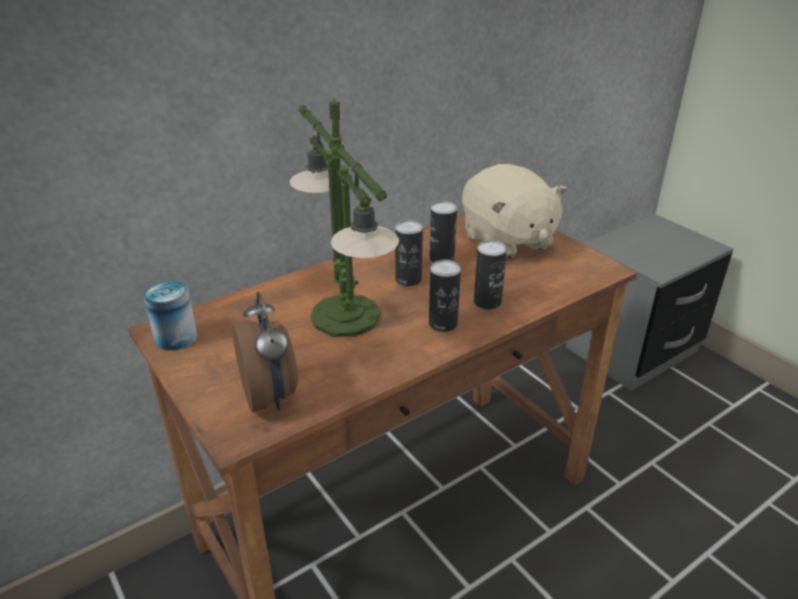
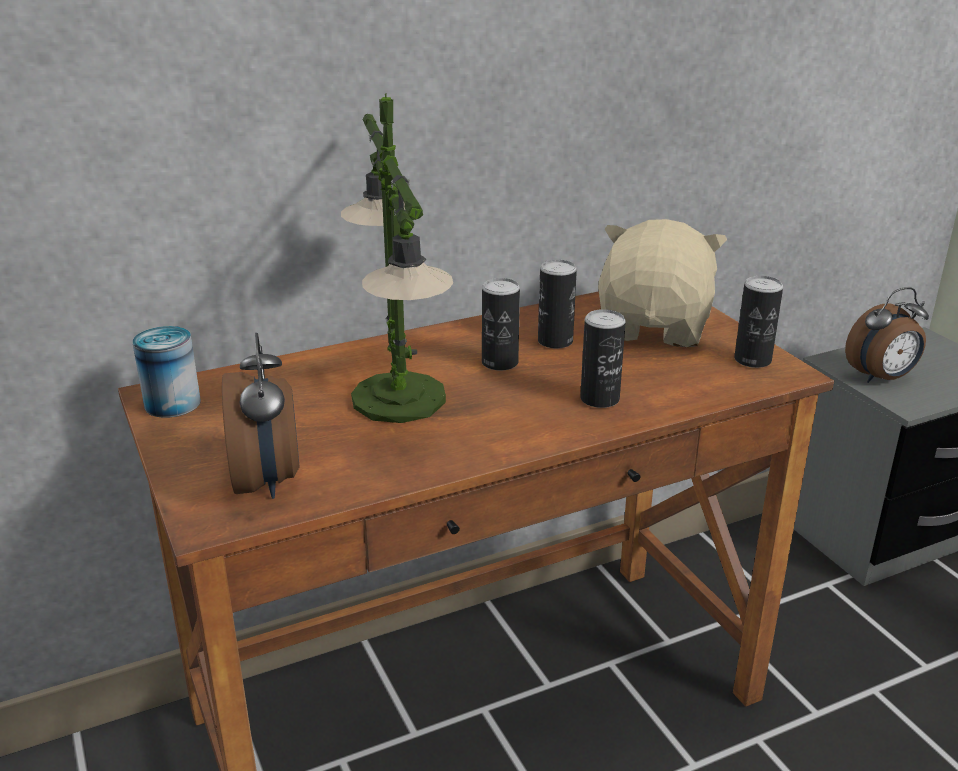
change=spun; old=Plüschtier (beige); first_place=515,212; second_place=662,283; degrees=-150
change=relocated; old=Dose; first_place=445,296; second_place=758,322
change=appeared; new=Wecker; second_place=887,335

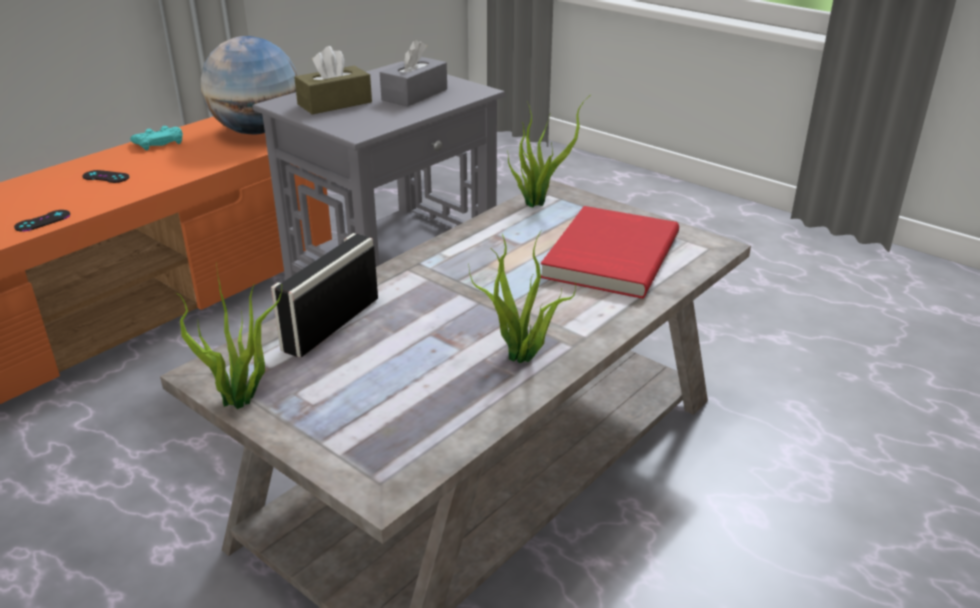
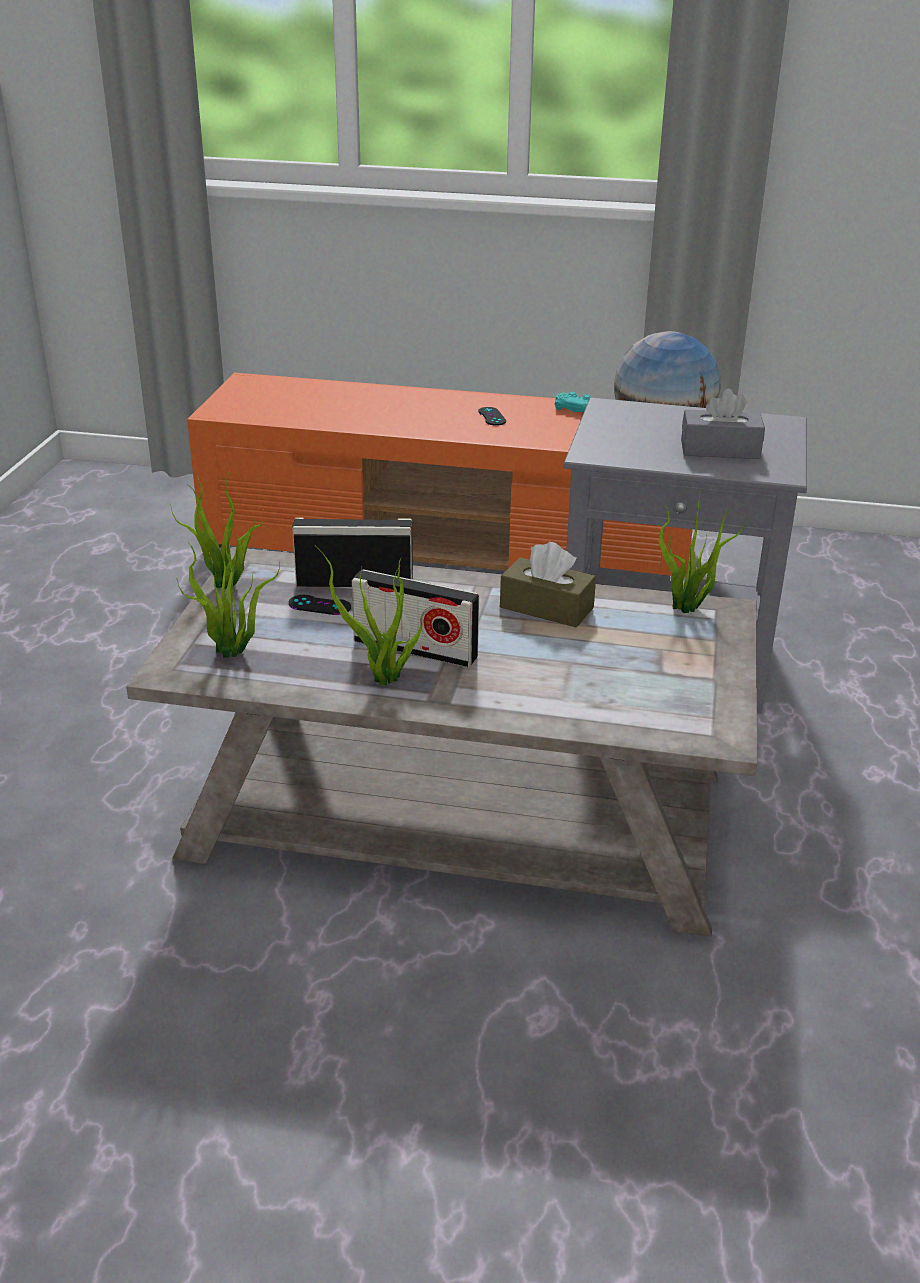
change=appeared; new=Topfpflanze; second_place=228,592
change=relocated; old=Gamepad (schwarz); first_place=42,221; second_place=320,605
change=appeared; new=Radio; second_place=415,618
change=relocated; old=Taschentuchbox (braun); first_place=333,80; second_place=548,584
change=missing; old=Buch (rot); first_place=610,252

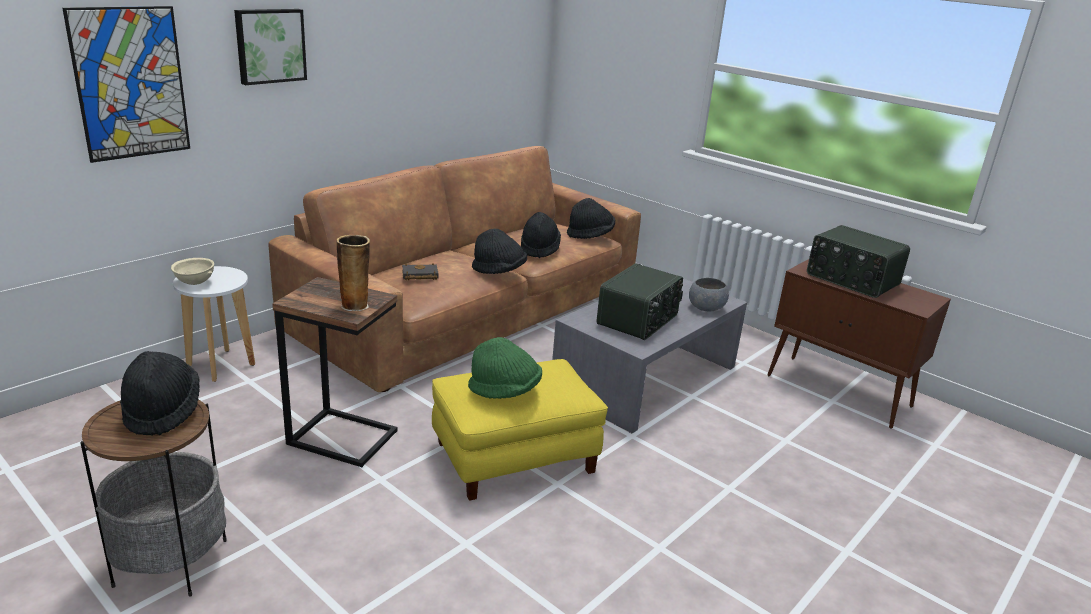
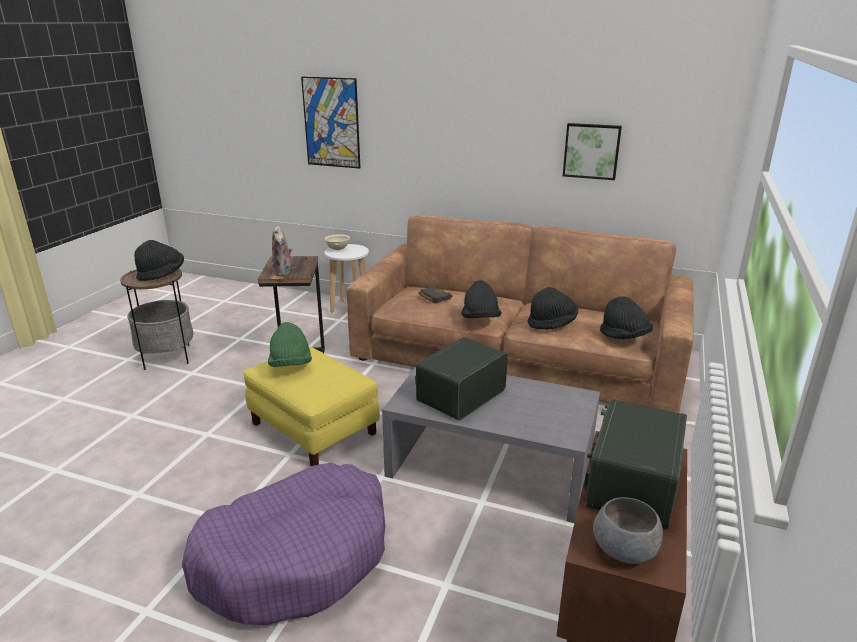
change=appeared; new=Hundebett (lila); second_place=283,544
change=exchanged; old=Vase; new=Plüschtier; first_place=353,273; second_place=282,251
change=spun; old=Radio; first_place=639,301; second_place=461,379; degrees=120
change=relocated; old=Bild; first_place=270,47; second_place=592,151
change=relocated; old=Schüssel (grau); first_place=709,294; second_place=628,530

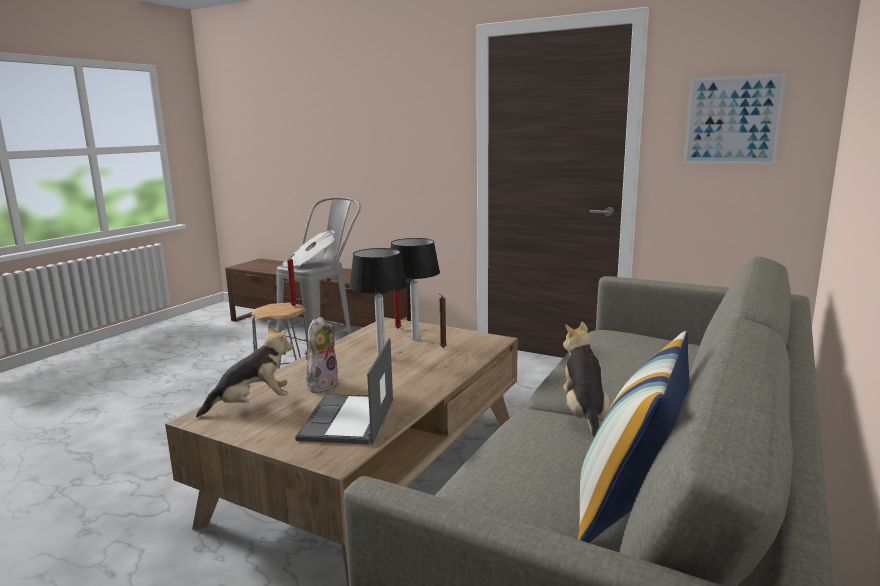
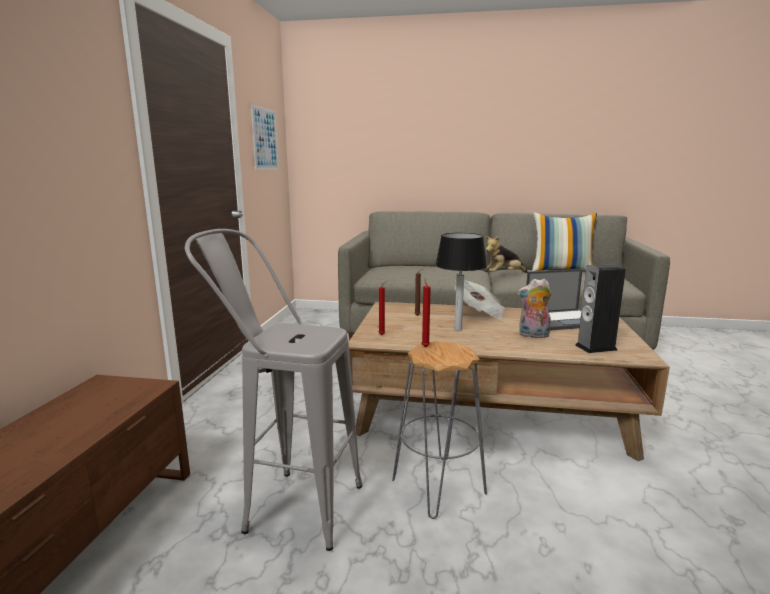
change=relocated; old=Zeitung; first_place=308,248; second_place=479,299
change=exchanged; old=Plüschtier; new=Lautsprecher; first_place=244,371; second_place=600,308
change=missing; old=Tischlampe; first_place=415,289

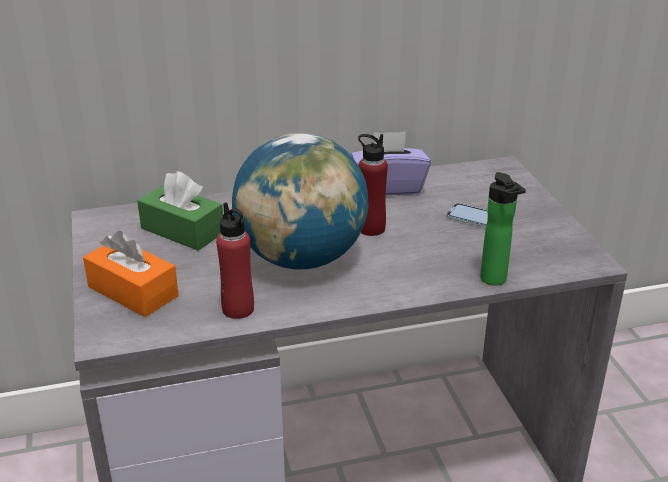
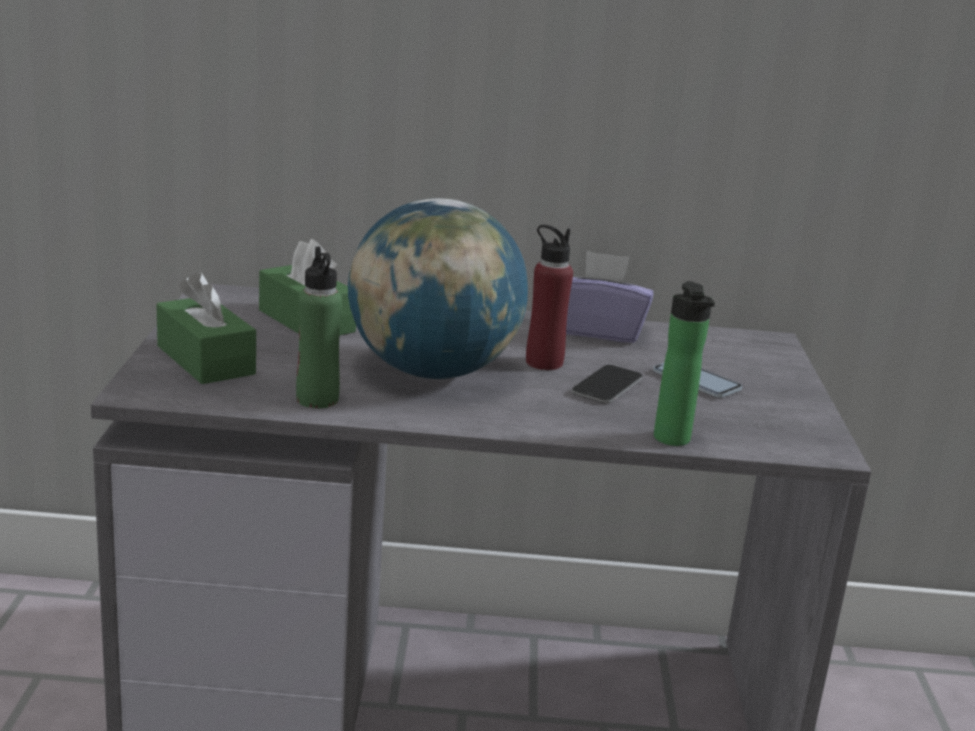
change=colour; old=Taschentuchbox (orange); new=Taschentuchbox (grün); first_place=131,274; second_place=206,328
change=colour; old=Flasche (rot); new=Flasche (grün); first_place=235,261; second_place=319,327
change=appeared; new=Handy; second_place=607,384

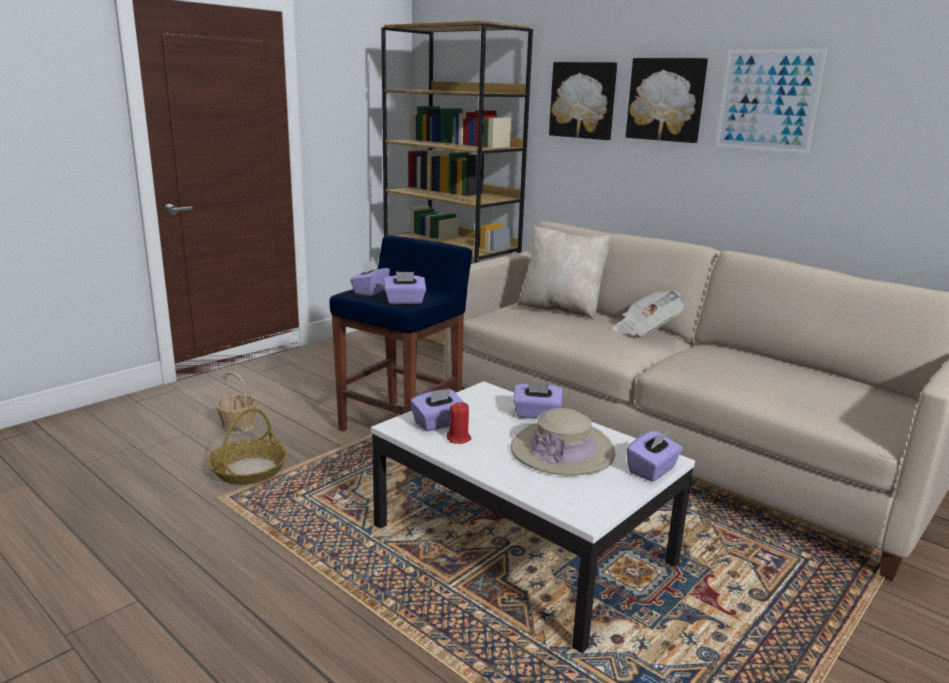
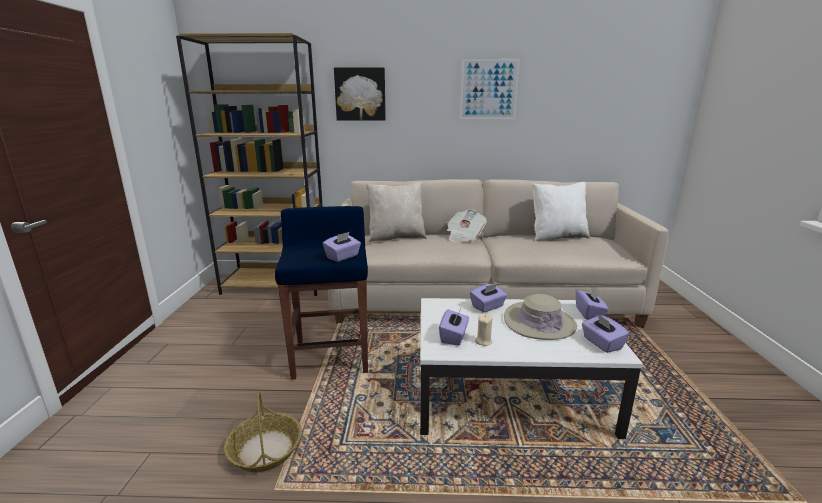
change=colour; old=Kerze (rot); new=Kerze (beige); first_place=459,423; second_place=484,330
change=appeared; new=Kissen (weiß); second_place=561,211
change=relocated; old=Taschentuchbox (lila); first_place=370,278; second_place=606,333
change=missing; old=Korb; first_place=236,402
change=missing; old=Bild; first_place=667,100

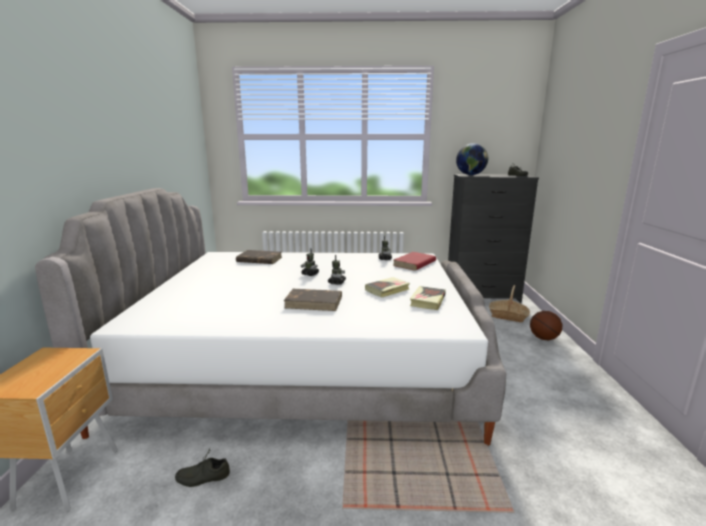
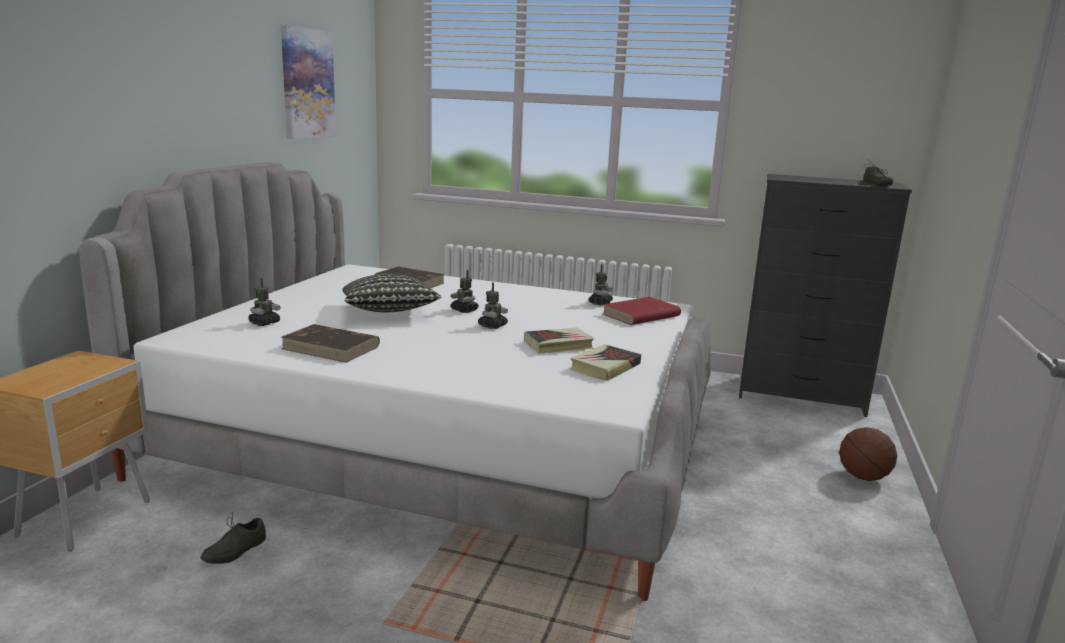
change=spun; old=Schuh (grau); first_place=202,468; second_place=233,538; degrees=-60
change=appeared; new=Spielzeugroboter; second_place=264,302
change=appeared; new=Bild; second_place=308,82
change=relocated; old=Buch (braun); first_place=312,300; second_place=330,343
change=appeared; new=Kissen; second_place=391,293
change=missing; old=Globus; first_place=472,159
change=missing; old=Korb; first_place=509,303

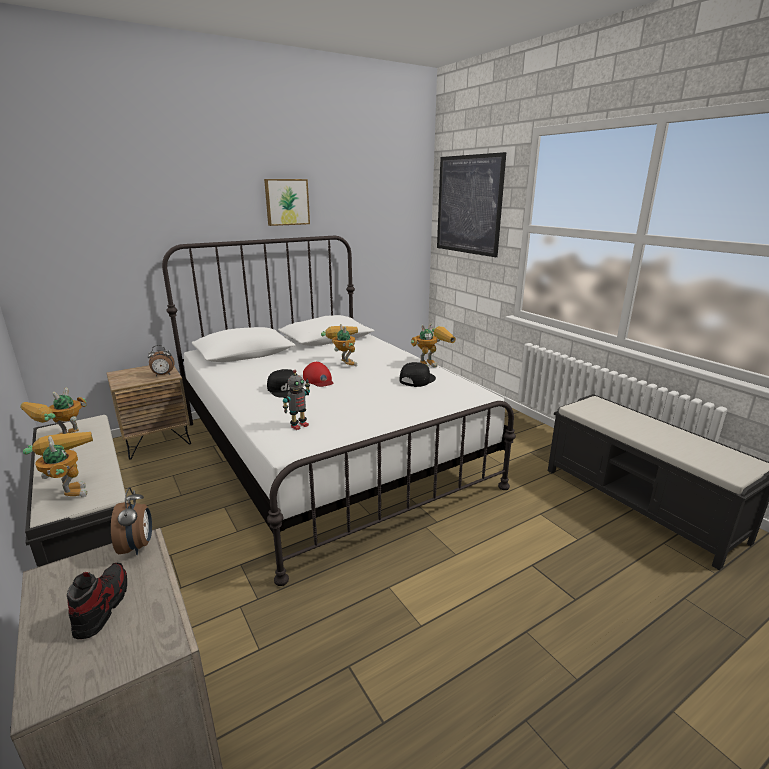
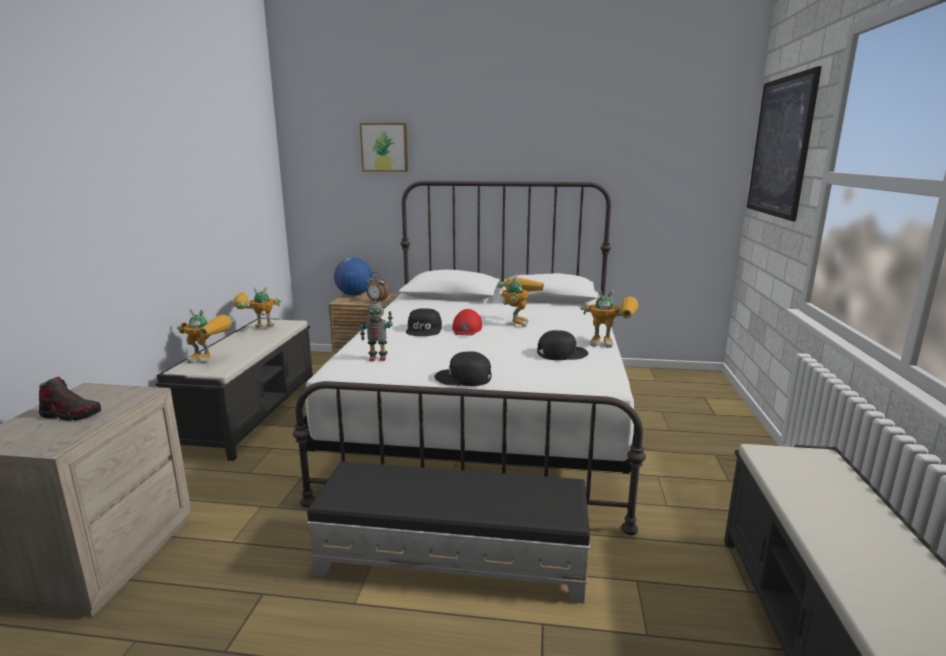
change=spun; old=Schuh; first_place=97,601; second_place=70,398; degrees=60
change=spun; old=Spielzeugroboter; first_place=58,464; second_place=205,336; degrees=90
change=appeared; new=Polsterhocker (schwarz); second_place=448,532
change=appeared; new=Globus; second_place=353,277
change=relocated; old=Bild; first_place=287,202; second_place=384,147
change=appeared; new=Kappe (schwarz); second_place=462,368
change=missing; old=Wecker; first_place=131,521

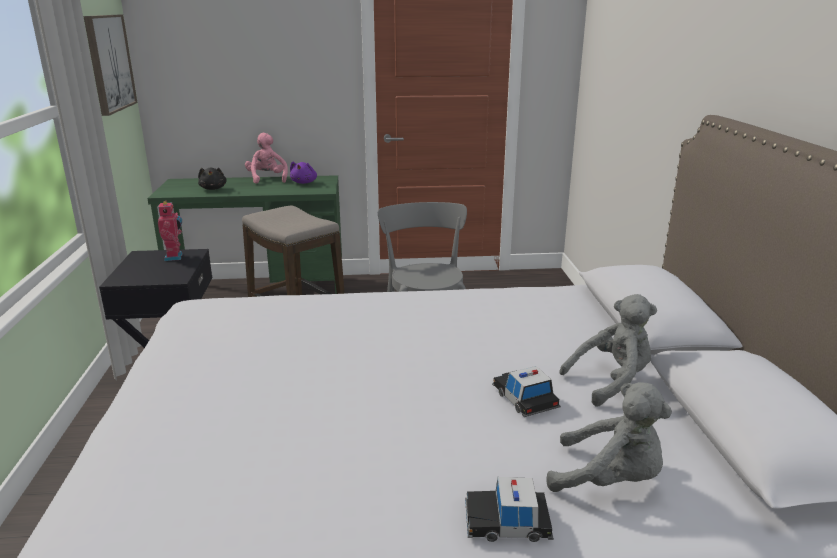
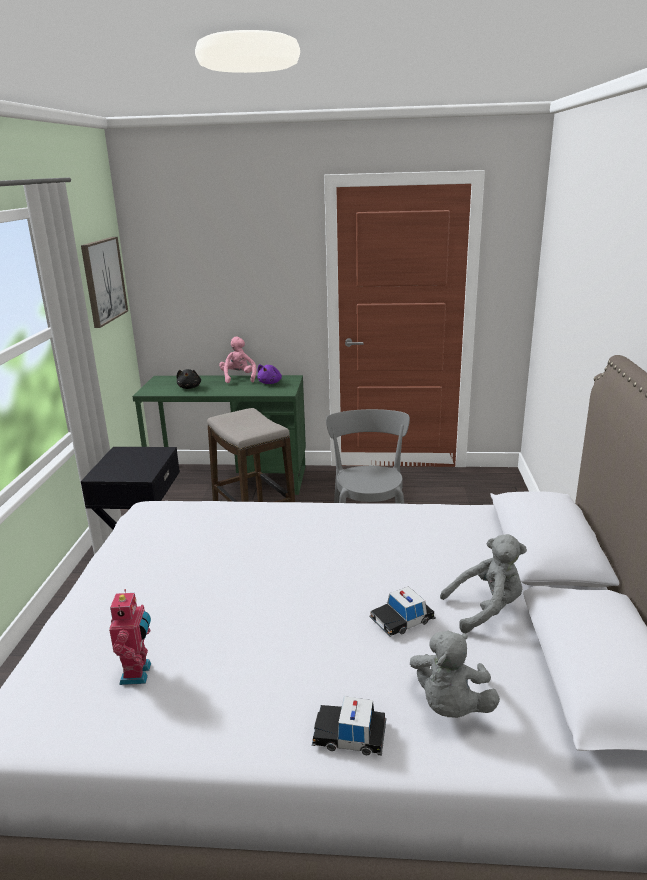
change=relocated; old=Spielzeugroboter; first_place=170,230; second_place=130,637
change=spun; old=Spielzeugauto; first_place=526,391; second_place=402,611; degrees=-105
change=spun; old=Plüschtier (grau); first_place=609,437; second_place=455,674; degrees=75

